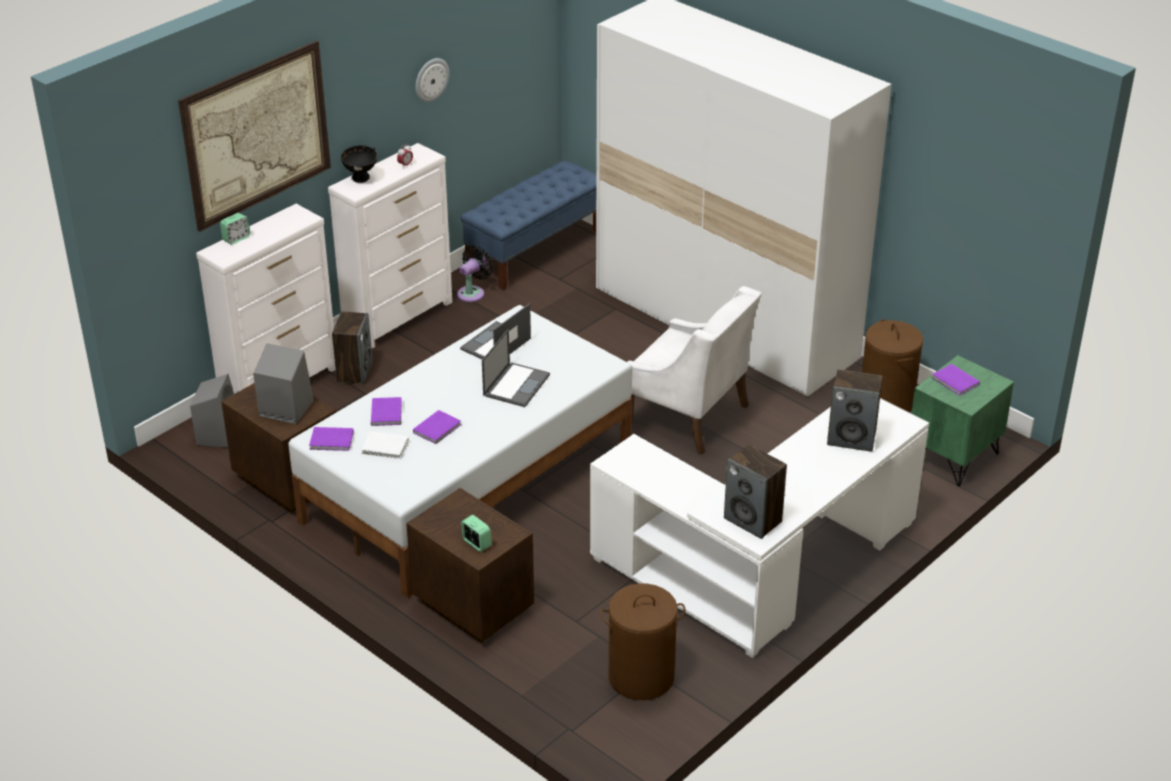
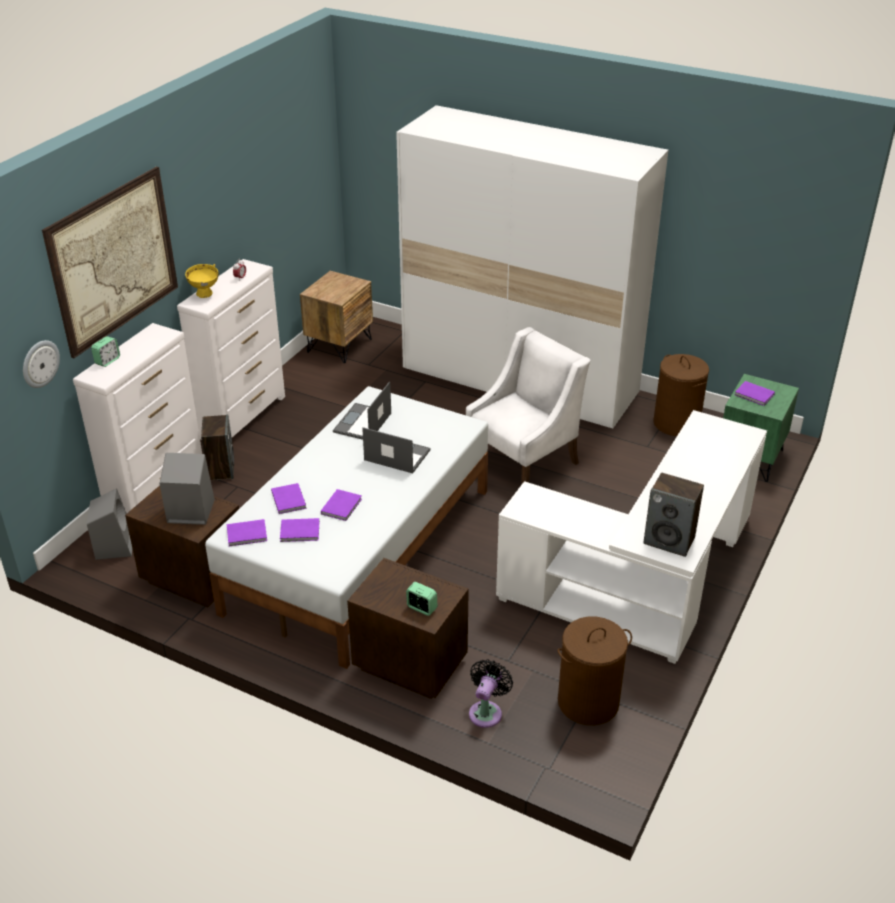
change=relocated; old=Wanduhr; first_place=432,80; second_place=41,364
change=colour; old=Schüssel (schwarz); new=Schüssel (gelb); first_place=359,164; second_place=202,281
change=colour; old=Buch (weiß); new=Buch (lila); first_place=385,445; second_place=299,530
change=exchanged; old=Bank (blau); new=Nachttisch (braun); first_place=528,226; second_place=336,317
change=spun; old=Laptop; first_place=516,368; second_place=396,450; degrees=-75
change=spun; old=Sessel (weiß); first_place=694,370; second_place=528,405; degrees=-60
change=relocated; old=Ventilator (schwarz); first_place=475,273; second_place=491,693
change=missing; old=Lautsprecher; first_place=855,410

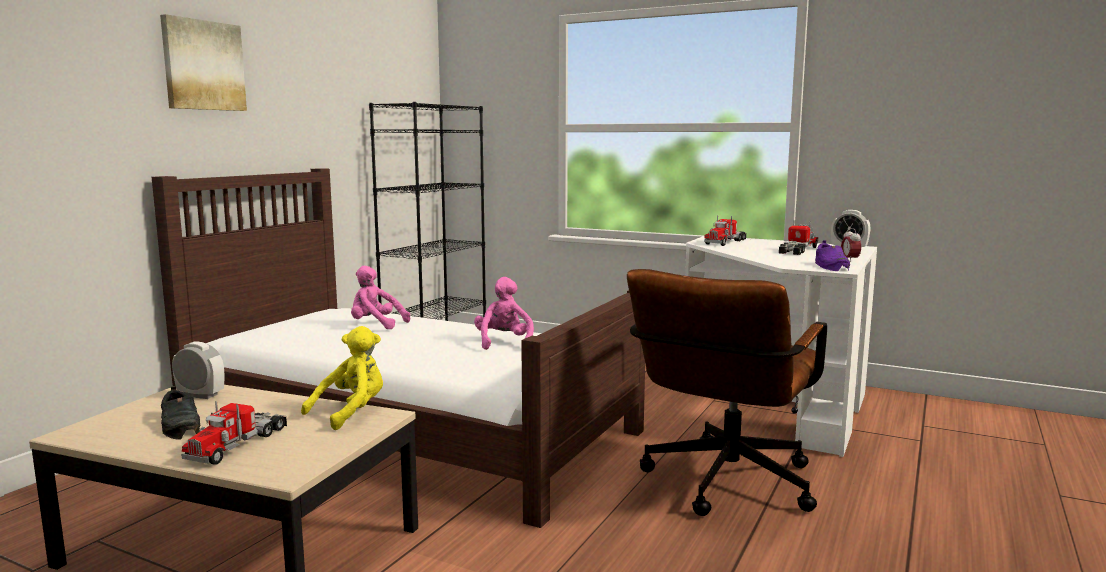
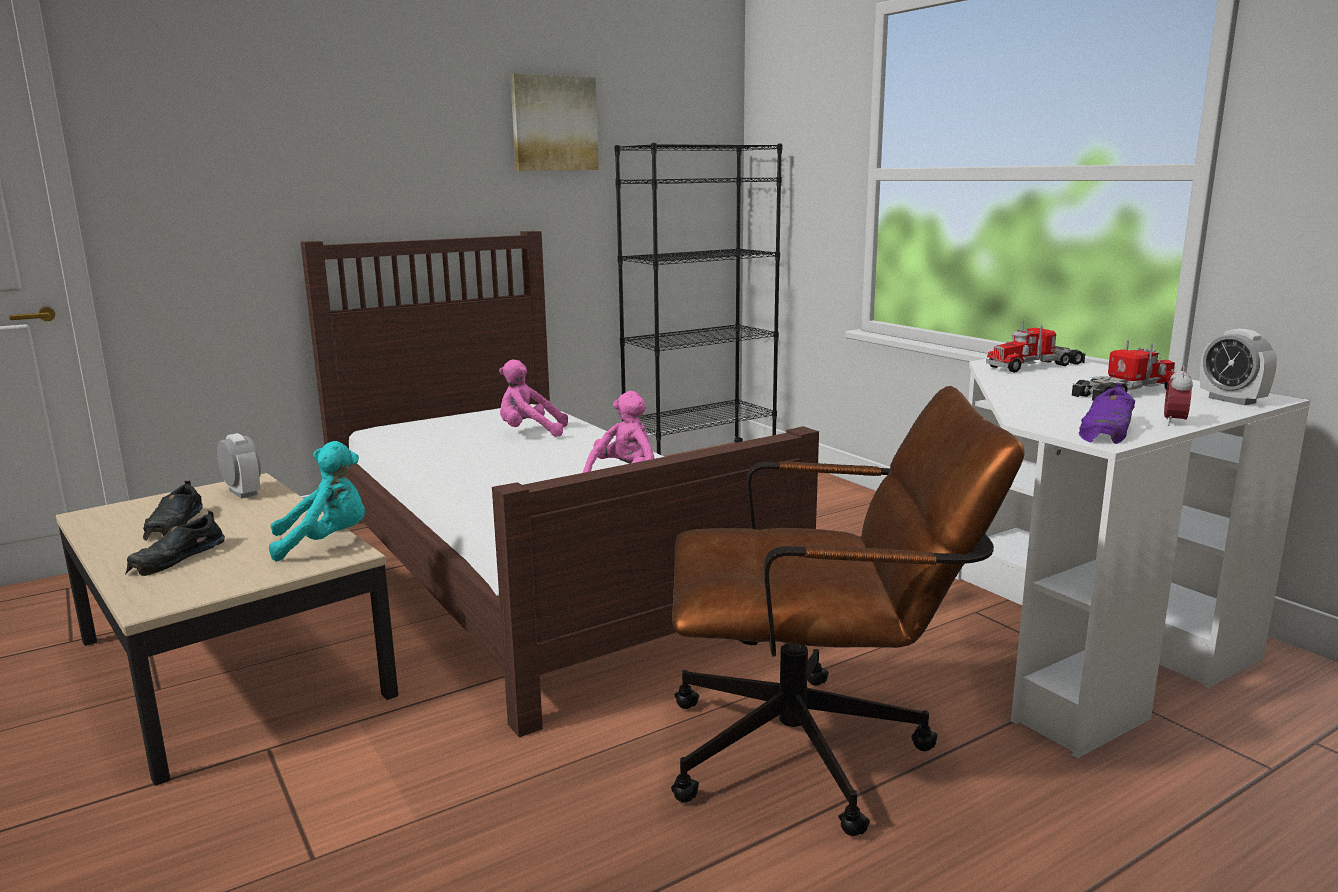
change=exchanged; old=Spielzeuglaster; new=Schuh (schwarz); first_place=234,433; second_place=175,543
change=colour; old=Plüschtier (gelb); new=Plüschtier (türkis); first_place=342,378; second_place=317,501
change=spun; old=Plüschtier (rosa); first_place=380,297; second_place=533,398; degrees=-45
change=relocated; old=Bild; first_place=203,62; second_place=554,122
change=spun; old=Bürostuhl (braun); first_place=727,392; second_place=847,611; degrees=-150

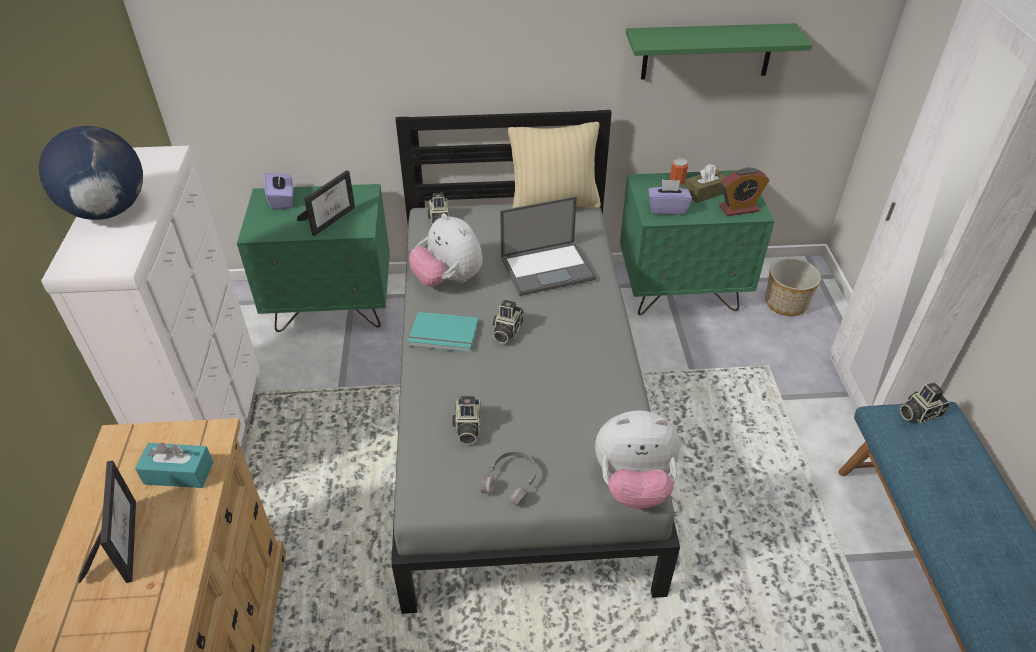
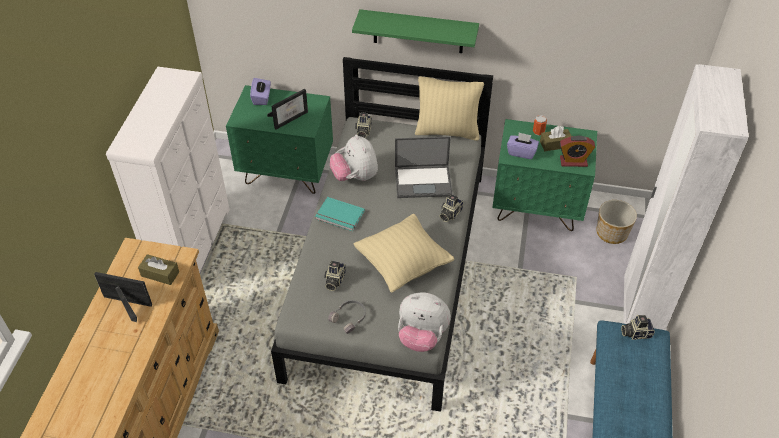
change=spun; old=Bilderrahmen; first_place=107,522; second_place=123,297; degrees=-75
change=colour; old=Taschentuchbox (türkis); new=Taschentuchbox (braun); first_place=174,465; second_place=158,269
change=relocated; old=Wandregal (grün); first_place=719,51; second_place=415,31
change=appeared; new=Kissen (beige); second_place=403,253
change=relocated; old=Kamera; first_place=508,322; second_place=452,208
change=missing; old=Globus; first_place=91,173

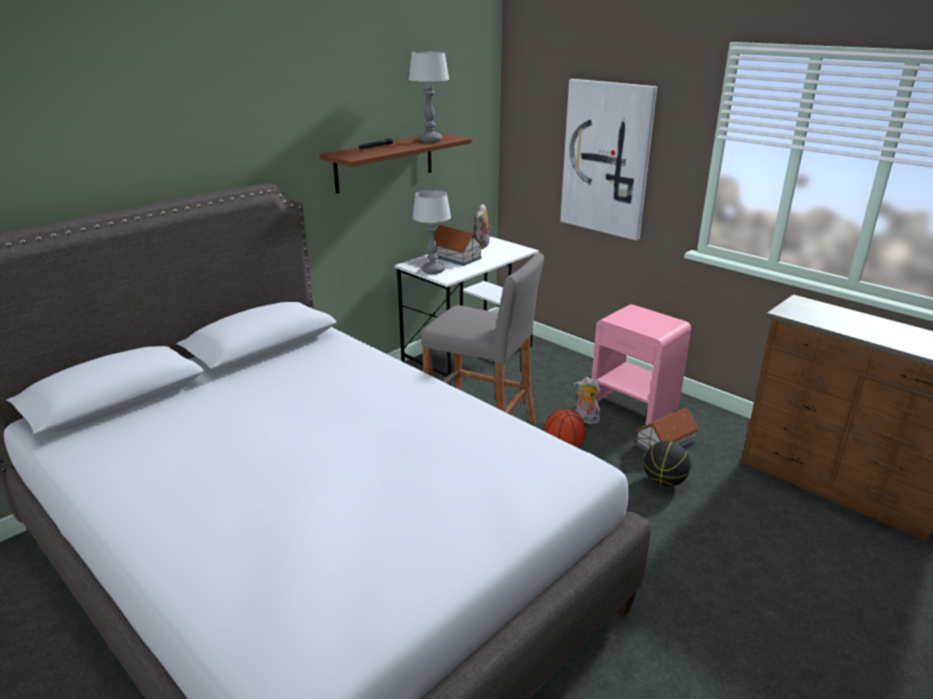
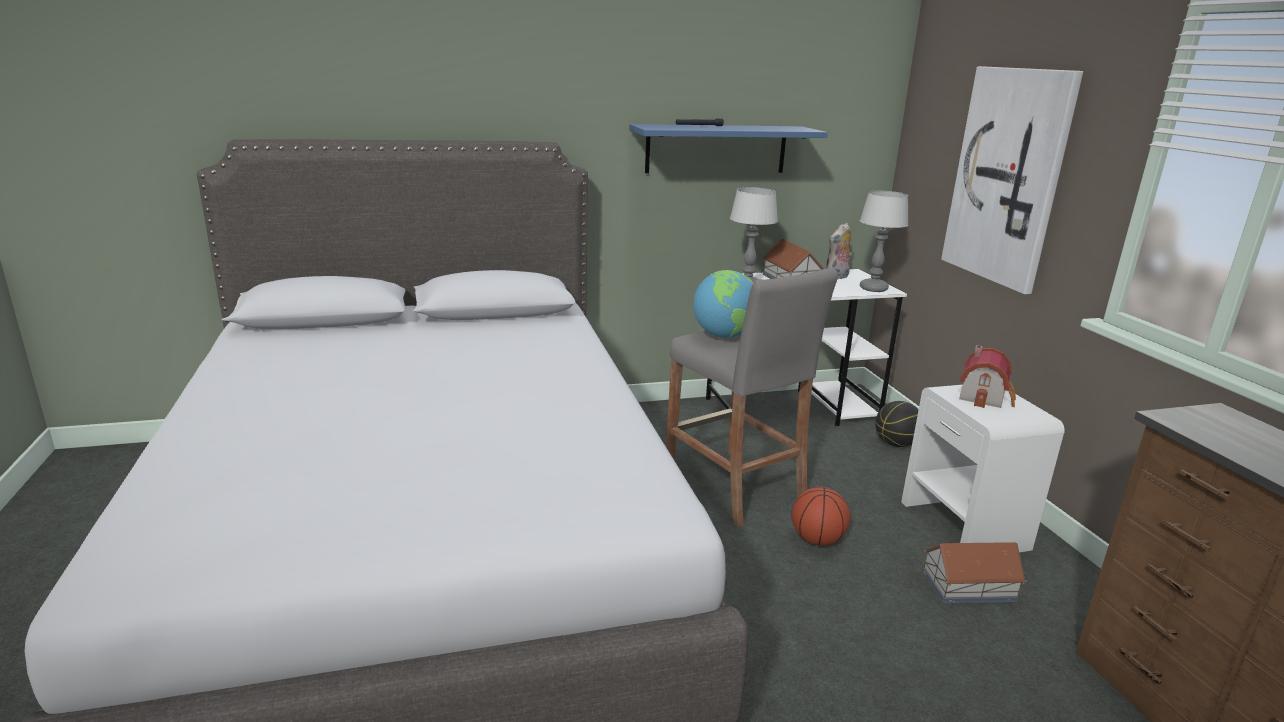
change=colour; old=Wandregal (braun); new=Wandregal (blau); first_place=396,163; second_place=728,148
change=appeared; new=Globus; second_place=723,304
change=relocated; old=Tischlampe; first_place=428,97; second_place=884,241
change=relocated; old=Basketball; first_place=667,464; second_place=896,424
change=colour; old=Nachttisch (rosa); new=Nachttisch (weiß); first_place=641,364; second_place=983,468
change=appeared; new=Spielzeughaus; second_place=987,376
change=missing; old=Plüschtier; first_place=587,400

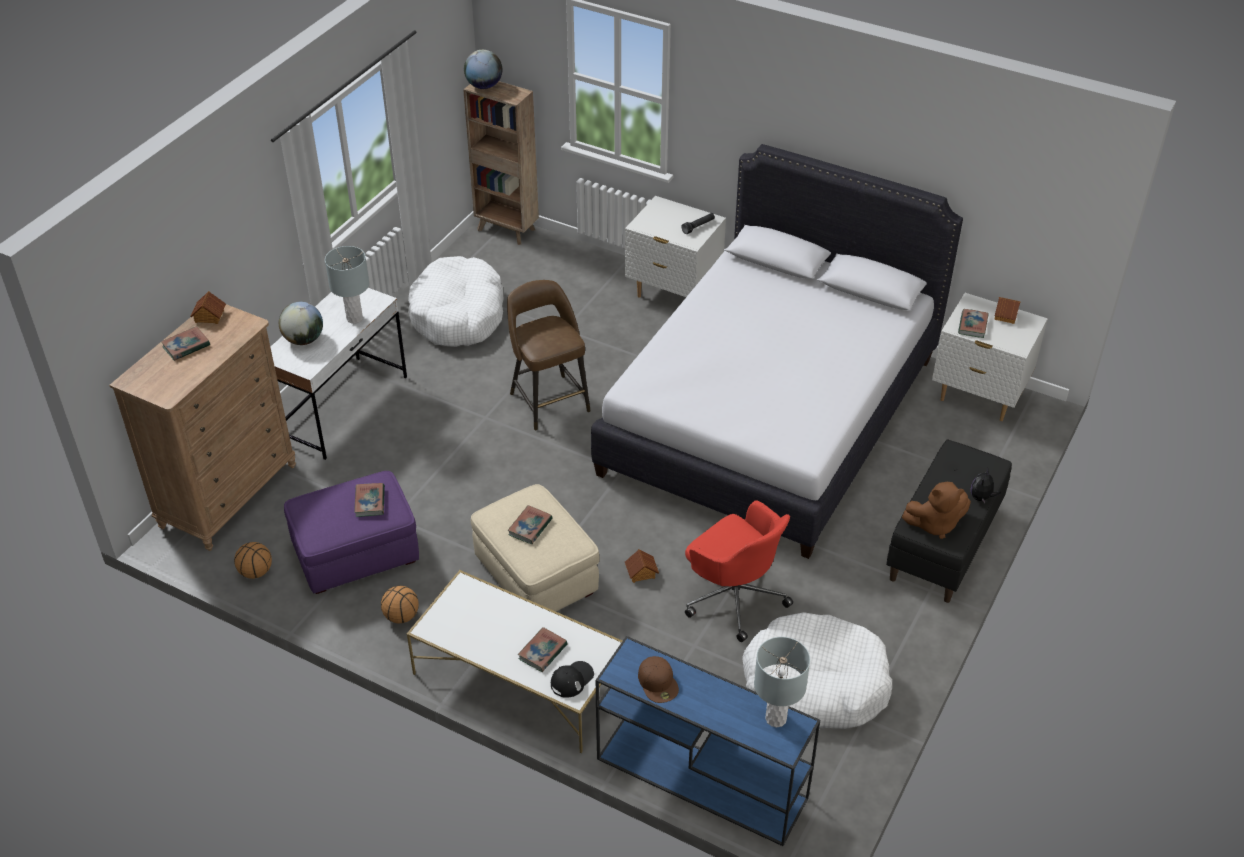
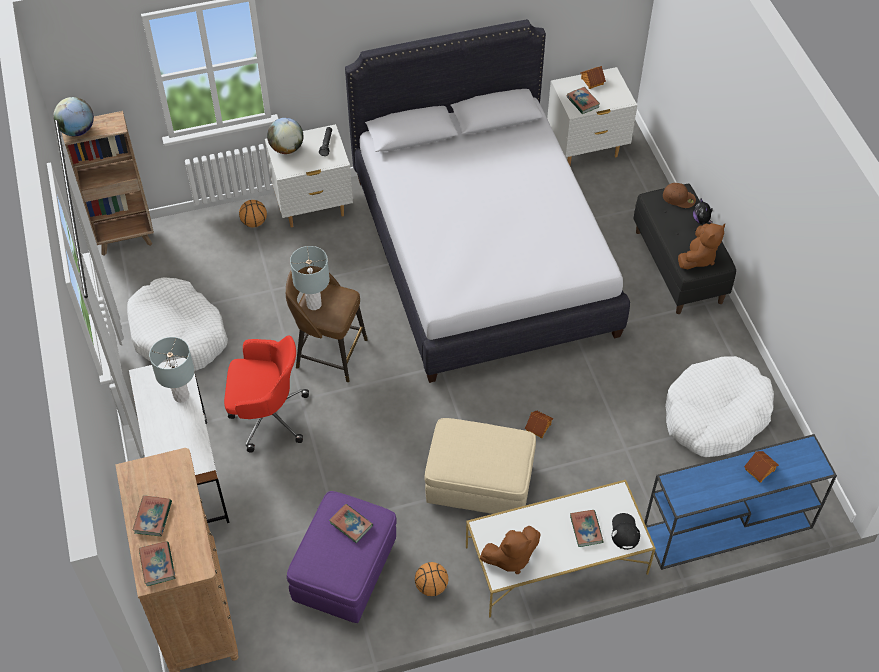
change=relocated; old=Buch; first_place=530,524; second_place=157,563
change=relocated; old=Bürostuhl (rot); first_place=739,571; second_place=266,394
change=relocated; old=Basketball; first_place=253,560; second_place=253,213
change=relocated; old=Globus; first_place=301,323; second_place=285,136
change=relocated; old=Tischlampe (grau); first_place=782,682; second_place=310,278
change=appeared; new=Plüschtier (braun); second_place=510,550
change=relocated; old=Kappe (braun); first_place=658,679; second_place=679,195
change=relocated; old=Spielzeughaus; first_place=208,307; second_place=761,467

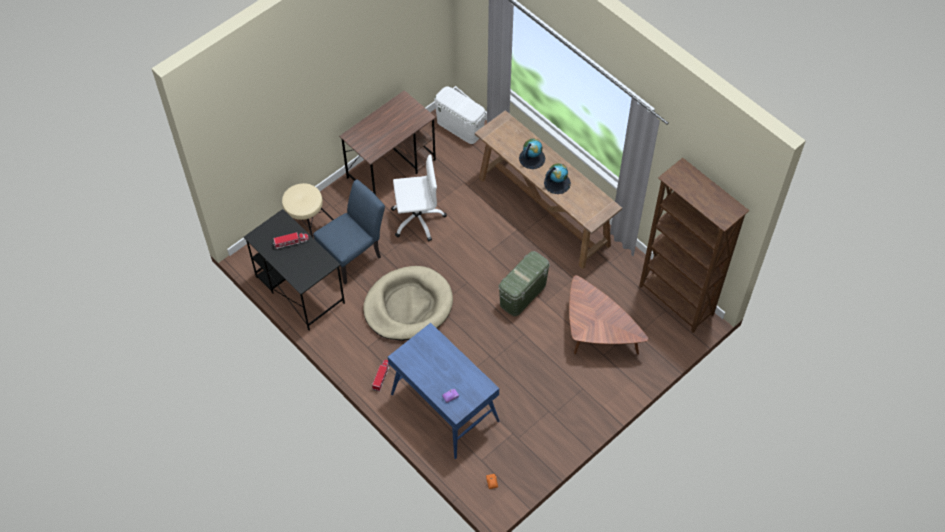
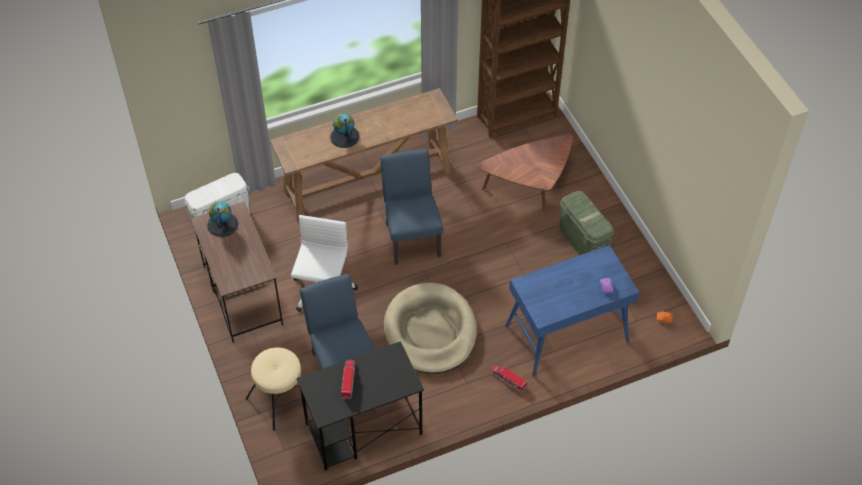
change=relocated; old=Globus; first_place=557,178; second_place=222,219
change=appeared; new=Stuhl (blau); second_place=411,207
change=relocated; old=Aufbewahrungsbox (grün); first_place=524,283; second_place=586,223

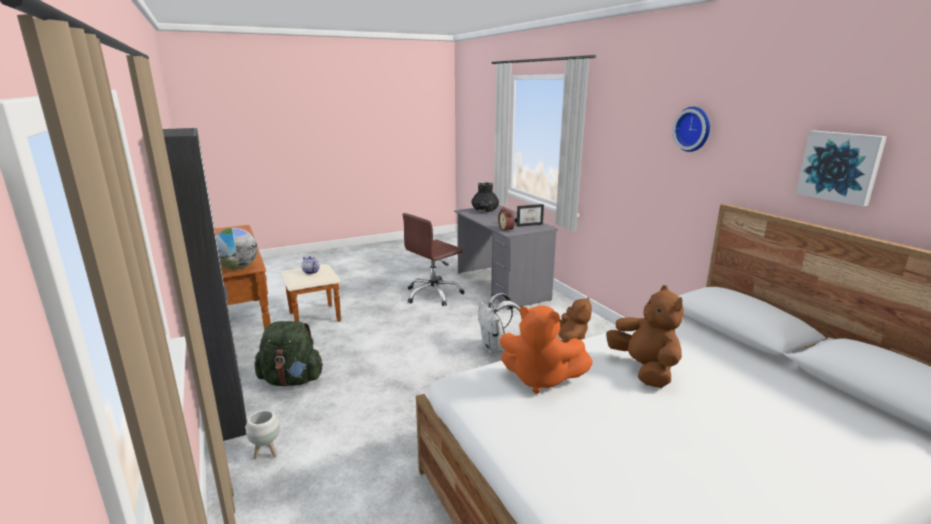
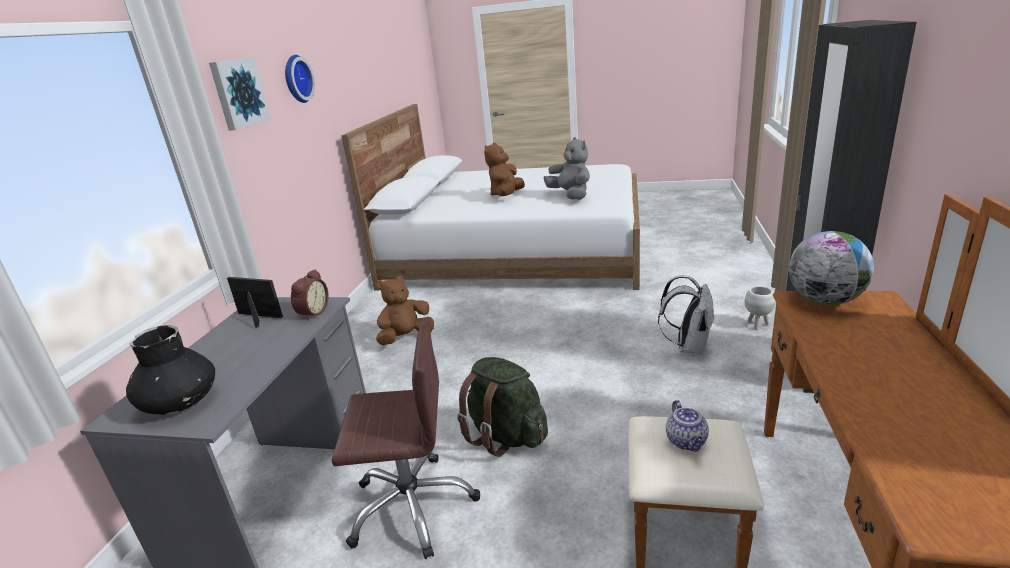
change=relocated; old=Bild; first_place=841,169; second_place=240,94
change=relocated; old=Rucksack (grün); first_place=289,354; second_place=502,407
change=colour; old=Plüschtier (orange); new=Plüschtier (grau); first_place=546,349; second_place=567,168
change=relocated; old=Rucksack (weiß); first_place=500,323; second_place=686,315

